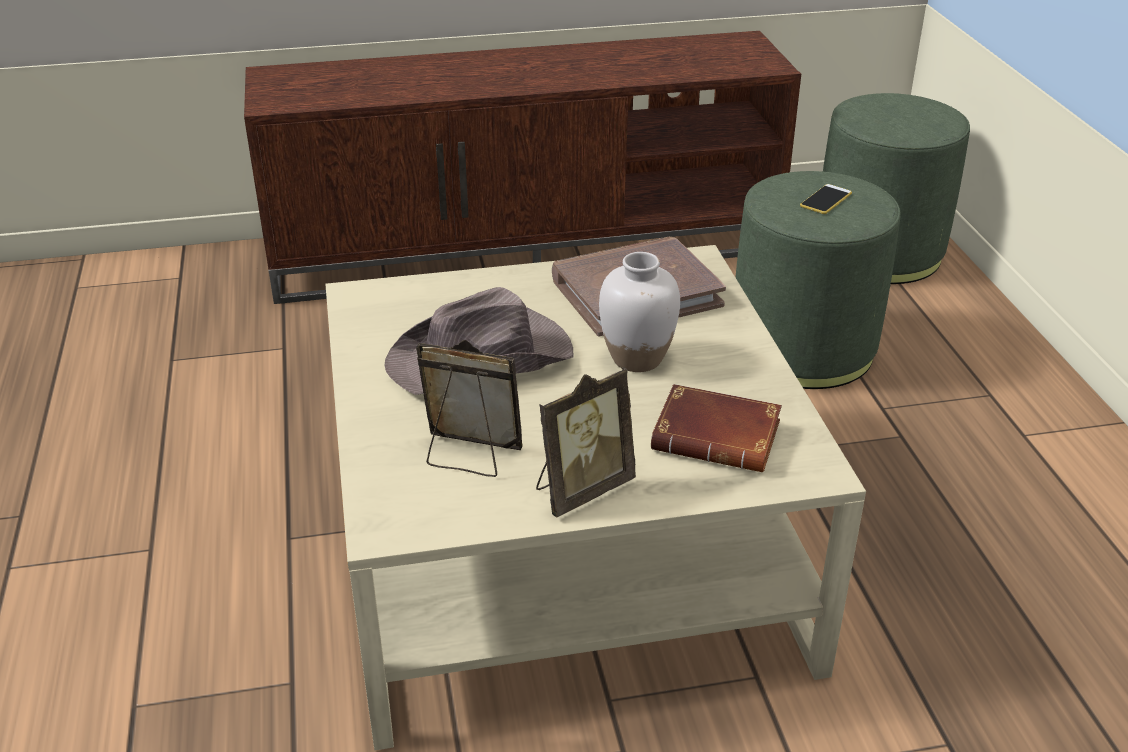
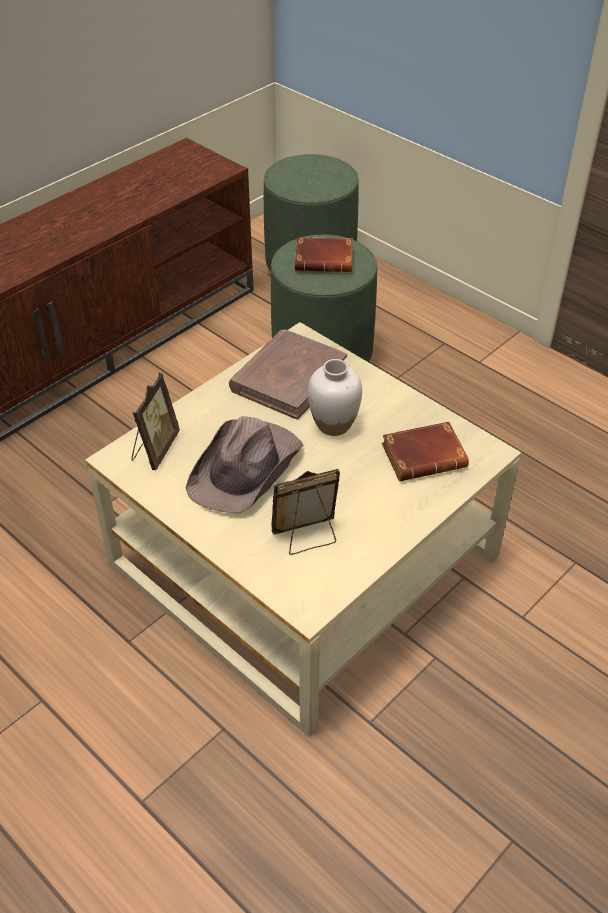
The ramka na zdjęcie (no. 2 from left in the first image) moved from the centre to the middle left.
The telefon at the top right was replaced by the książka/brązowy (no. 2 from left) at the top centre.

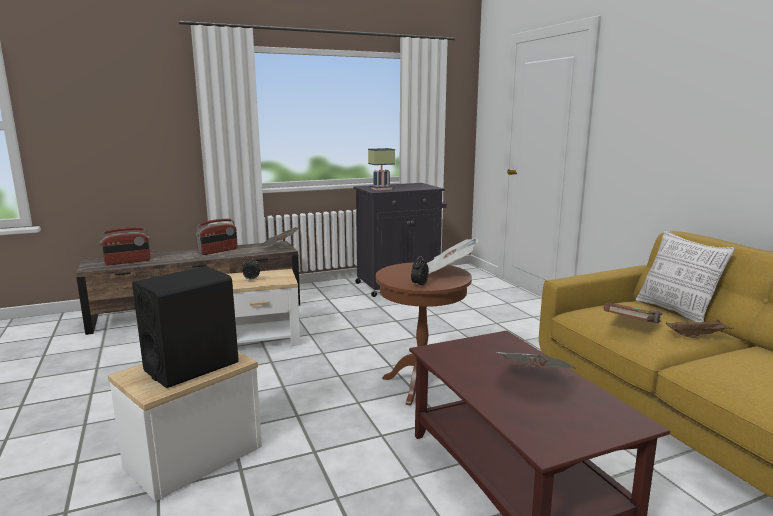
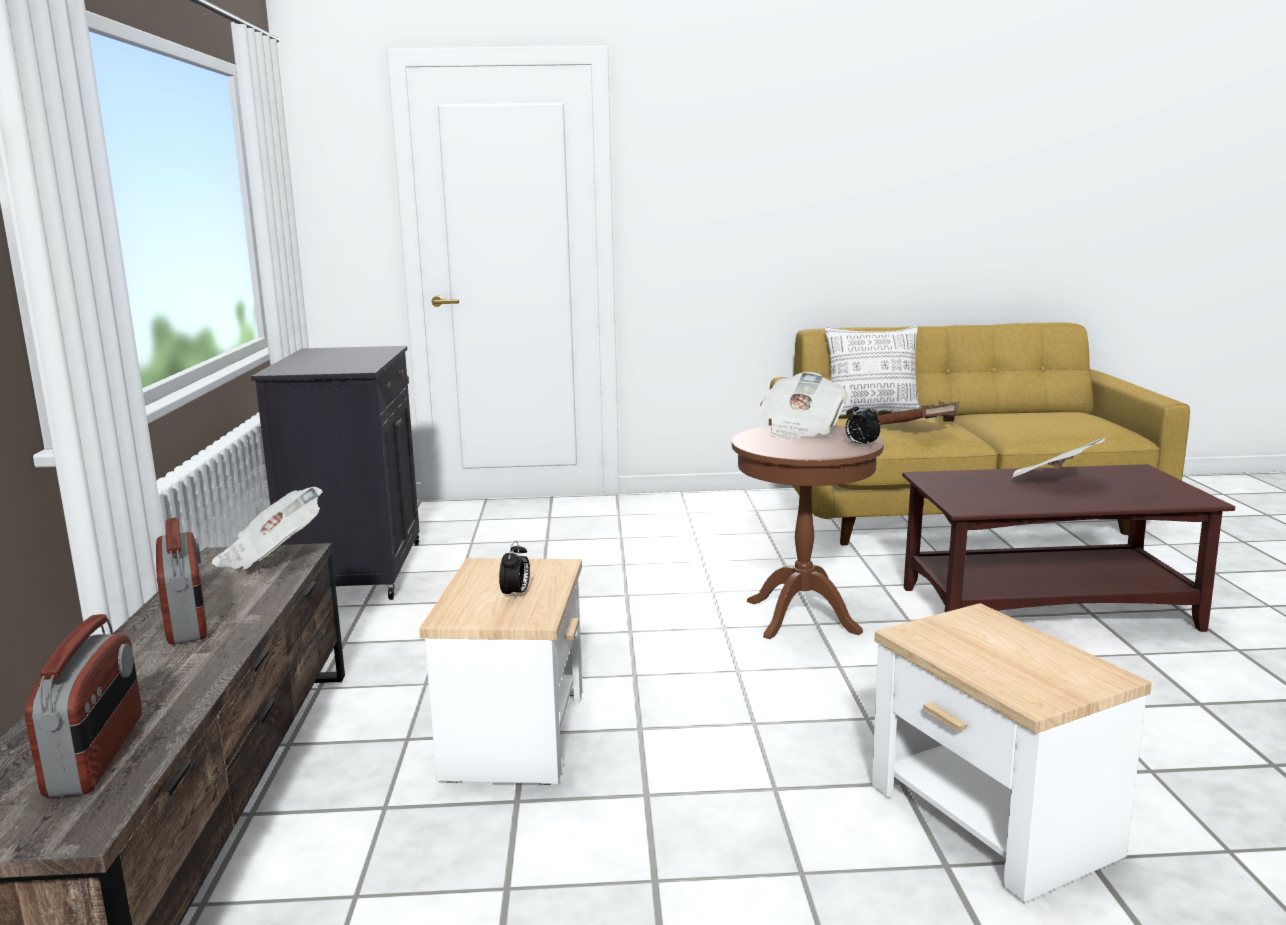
The głośnik/czarny at the middle left disappeared.
The lampa stołowa at the top centre disappeared.

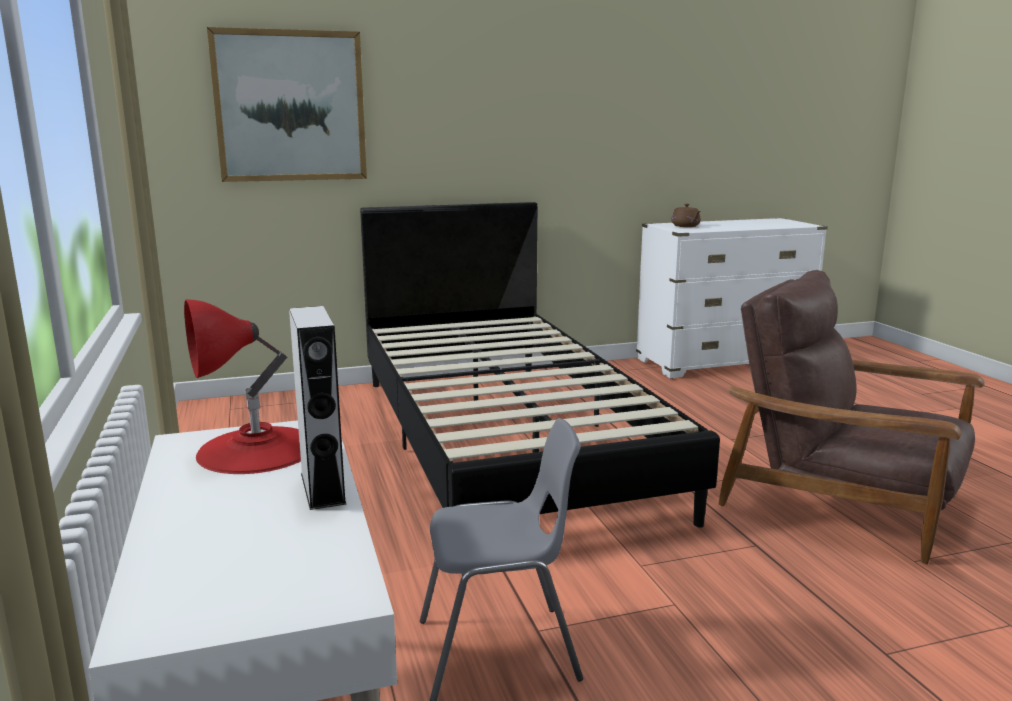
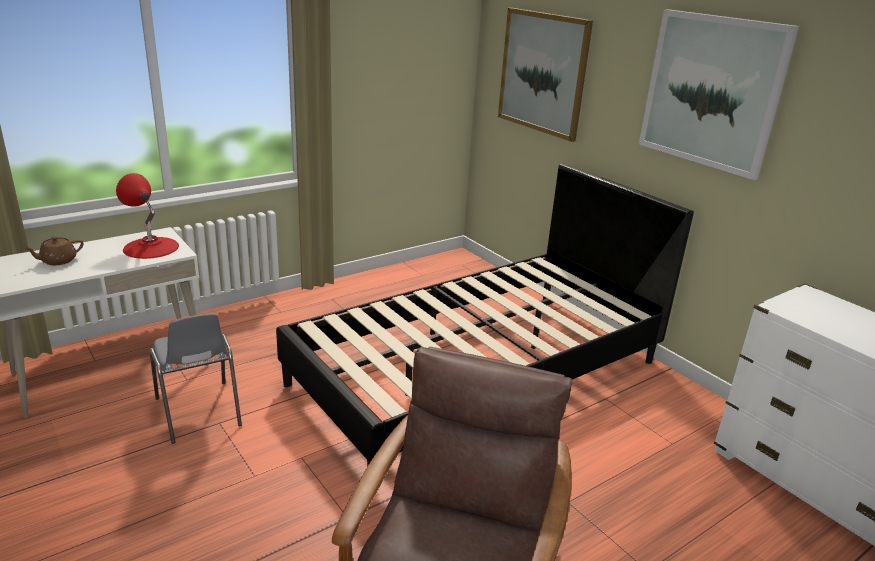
The imbryk/brązowy moved from the top right to the middle left.
The obraz (no. 2 from left) at the top right appeared.
The głośnik/szary at the middle left disappeared.

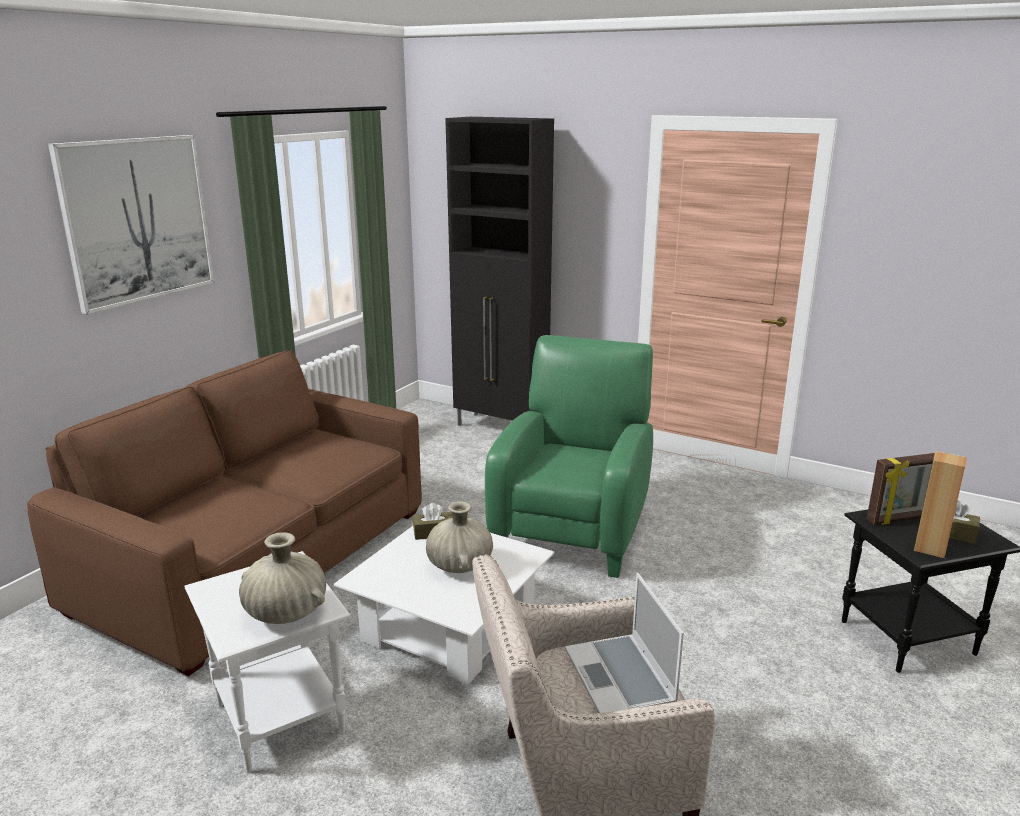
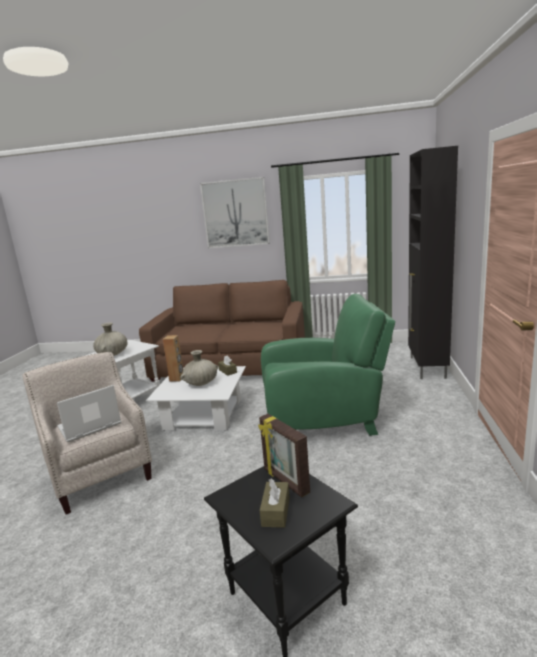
The głośnik/brązowy moved from the middle right to the middle left.

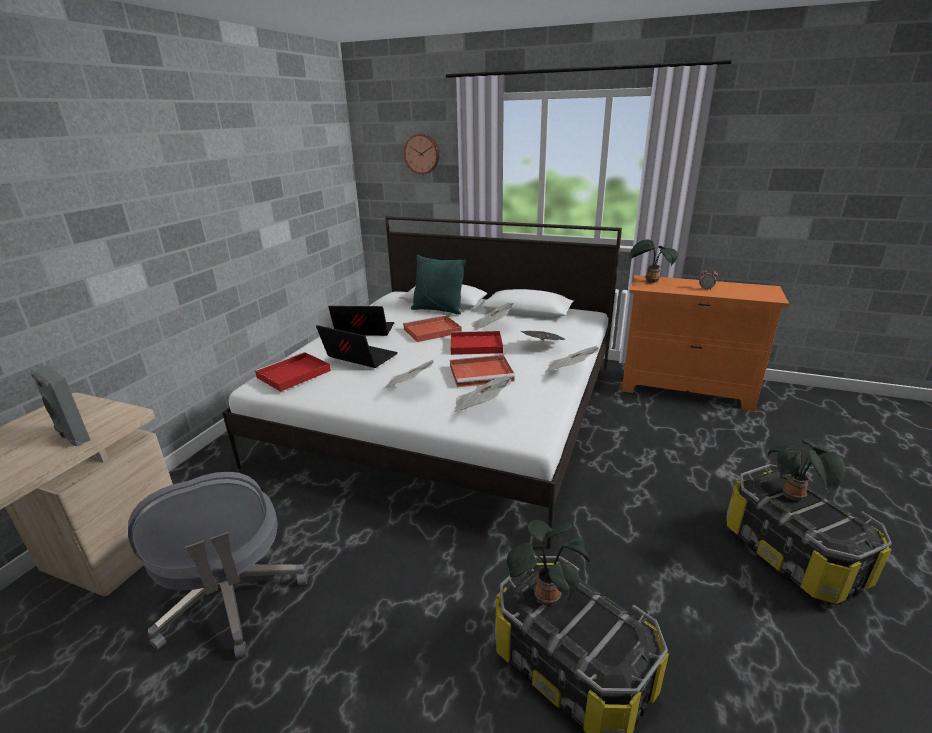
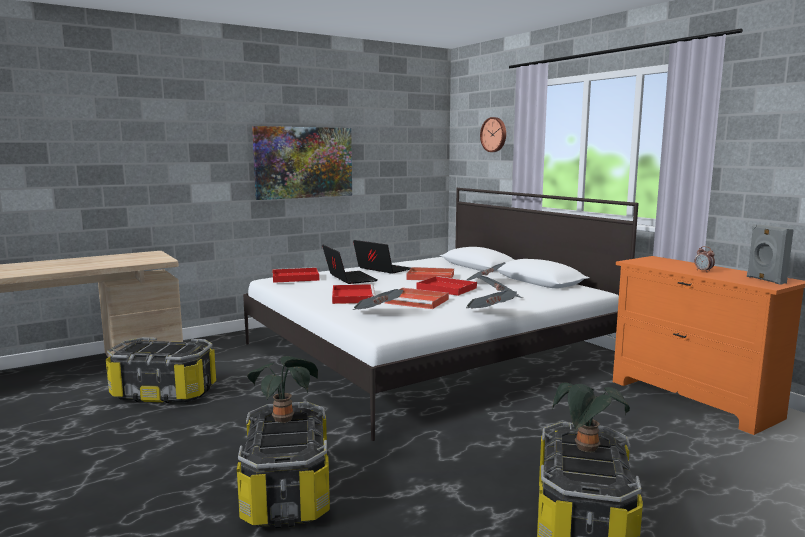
The krzesło biurowe/szary at the bottom left was replaced by the pojemnik do przechowywania (no. 1 from left) at the bottom left.
The obraz at the top centre appeared.
The gazeta (no. 1 from left) at the centre was replaced by the taca/czerwony (no. 2 from left) at the centre.
The głośnik/szary moved from the middle left to the middle right.
The poduszka/zielony at the centre disappeared.
The roślina doniczkowa (no. 2 from left) at the middle right disappeared.

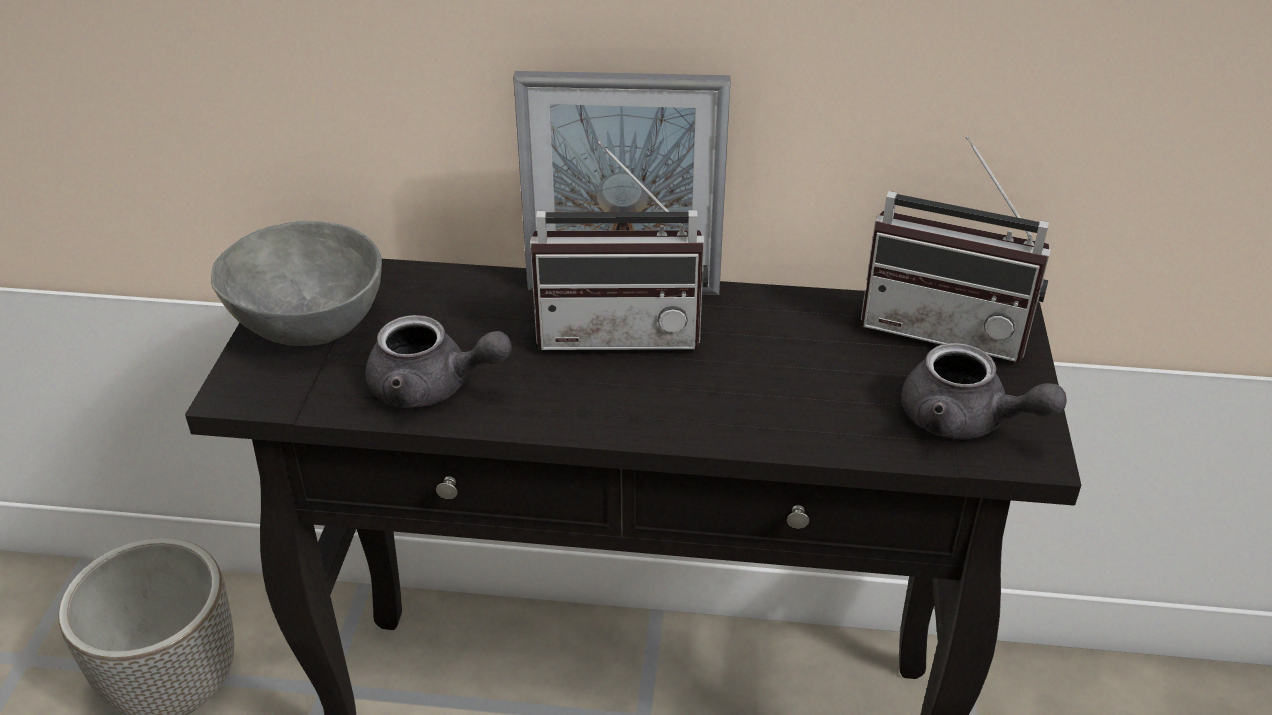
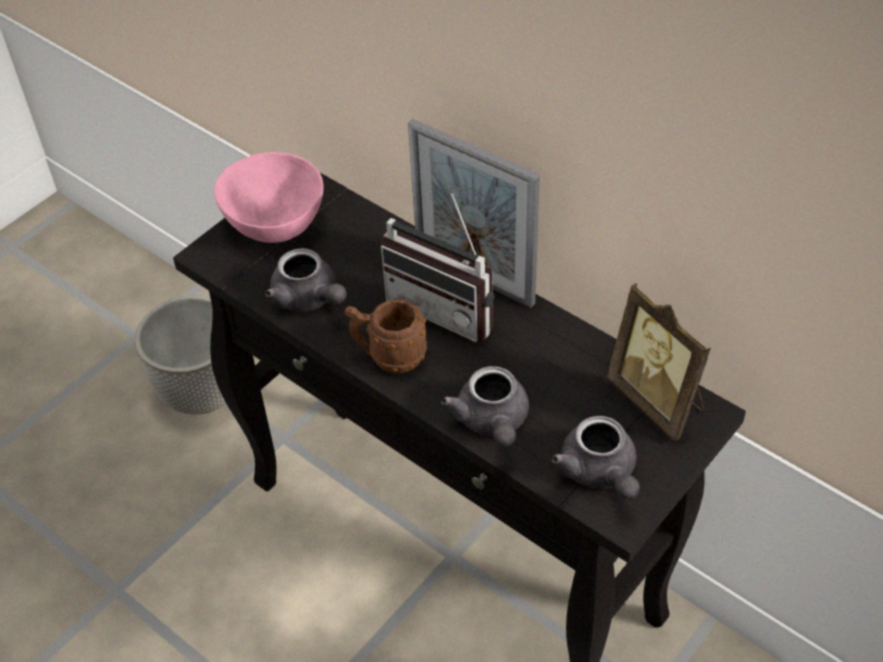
The miska/szary at the middle left became the miska/różowy at the top left.
The kubek/brązowy at the centre appeared.
The imbryk/szary (no. 2 from left) at the centre appeared.
The radio (no. 2 from left) at the middle right was replaced by the ramka na zdjęcie (no. 2 from left) at the middle right.

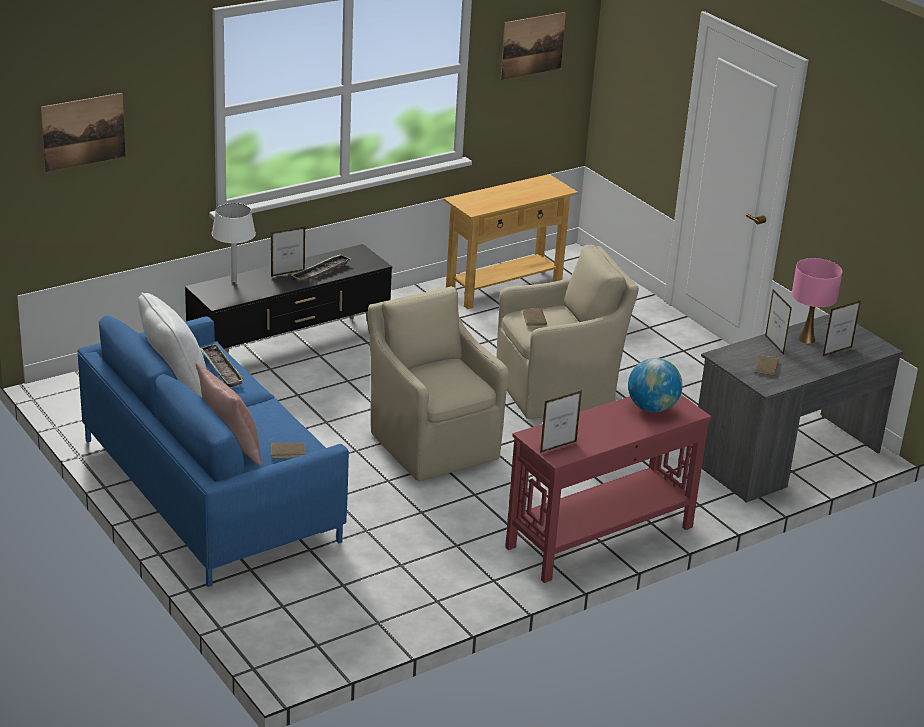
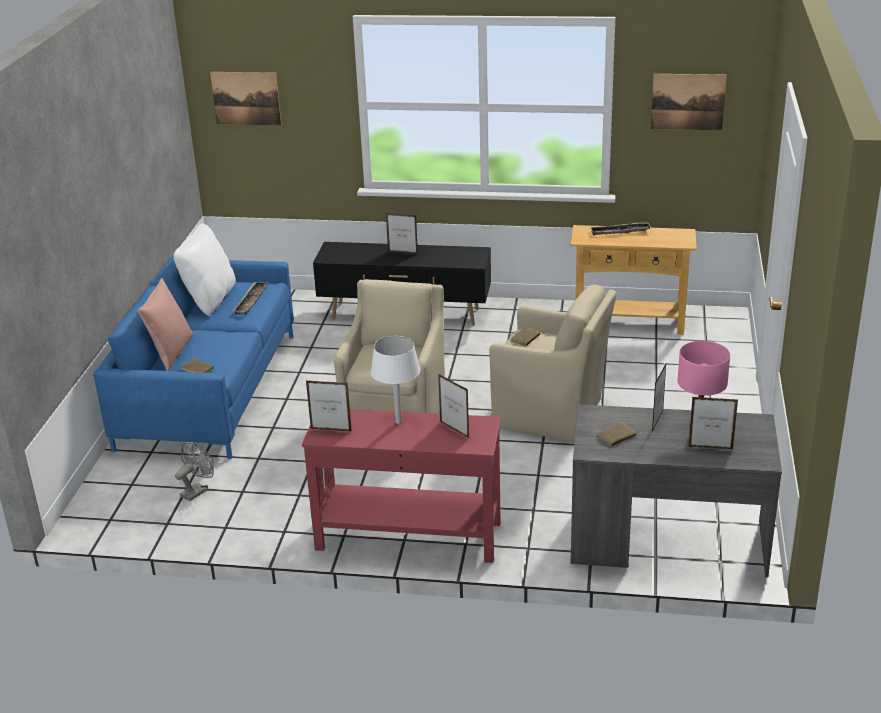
The wentylator/szary at the middle left appeared.
The lampa stołowa/biały moved from the middle left to the centre.
The globus at the middle right was replaced by the ramka na zdjęcie (no. 3 from left) at the centre.
The taca (no. 2 from left) moved from the centre to the top right.

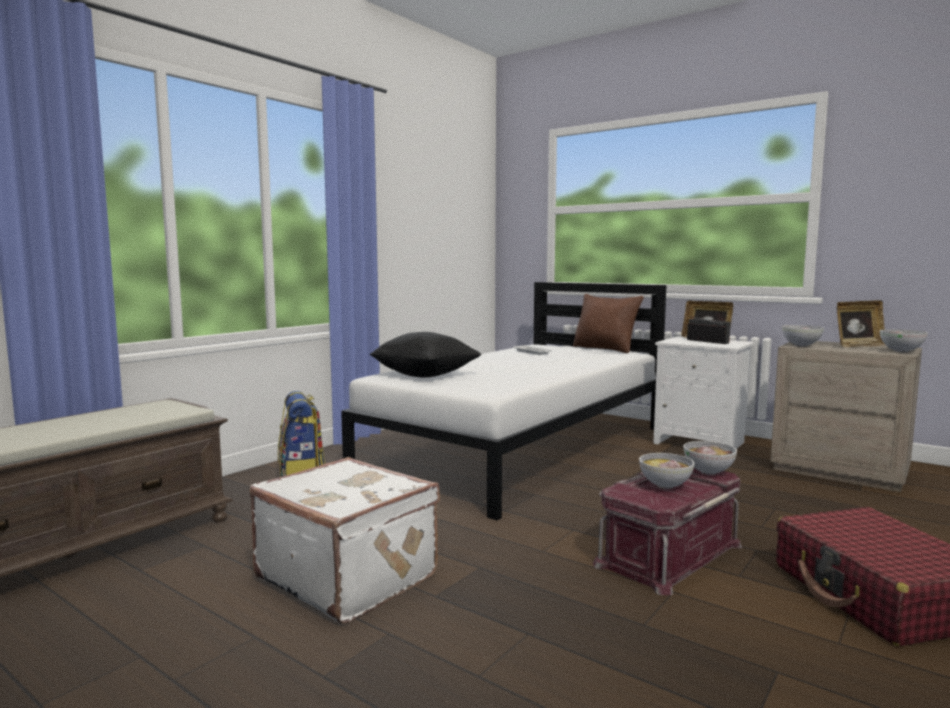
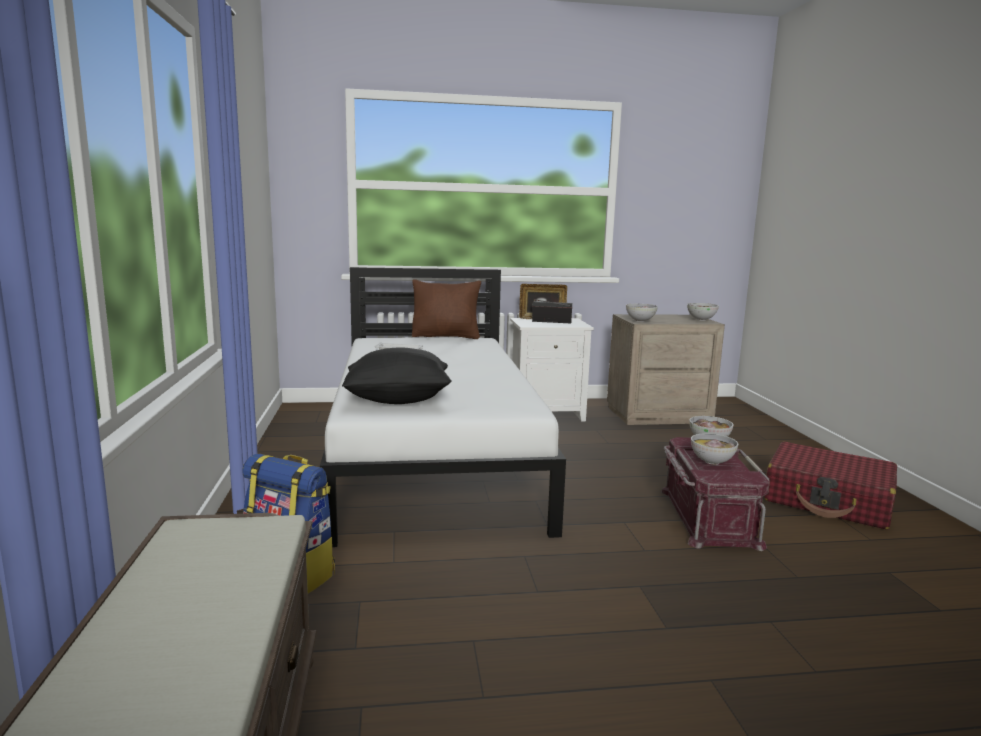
The walizka/biały at the bottom centre disappeared.
The ramka na zdjęcie (no. 2 from left) at the middle right disappeared.

